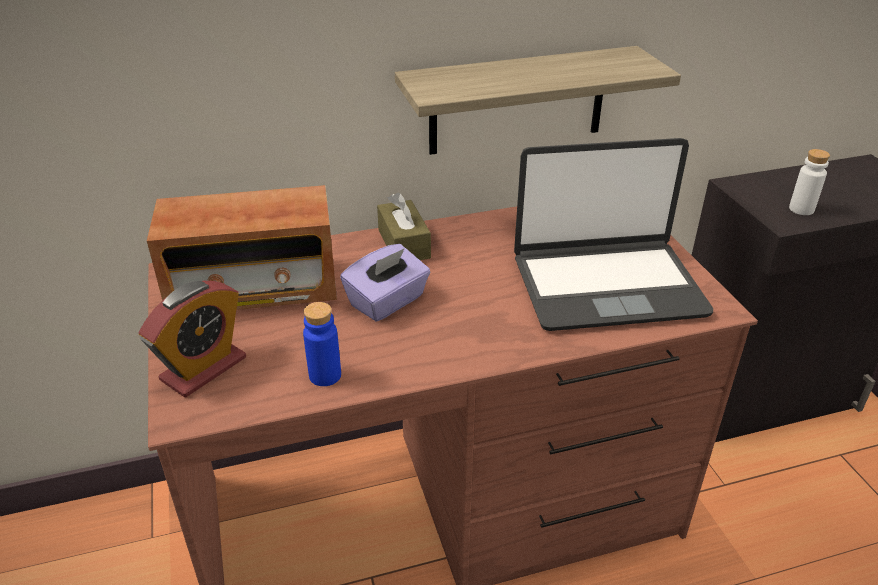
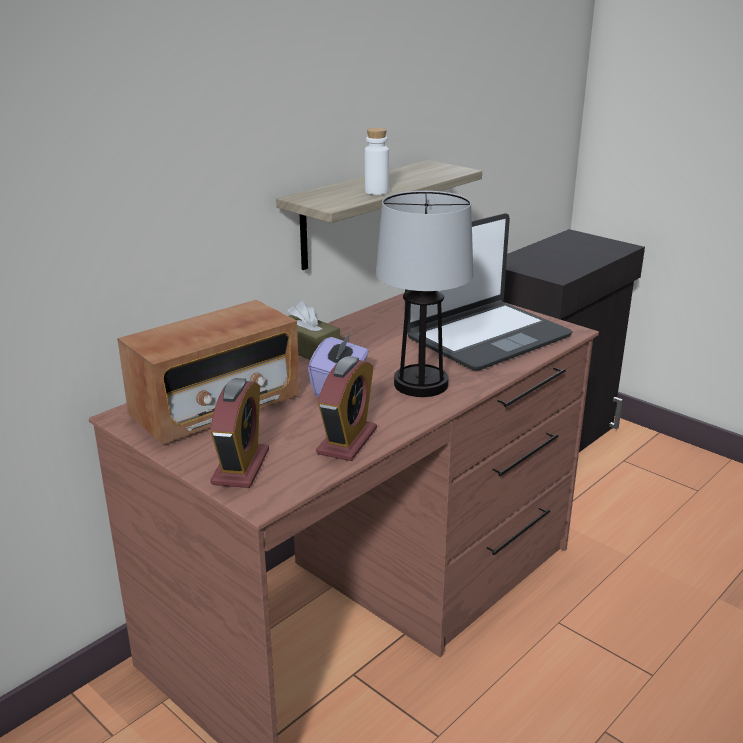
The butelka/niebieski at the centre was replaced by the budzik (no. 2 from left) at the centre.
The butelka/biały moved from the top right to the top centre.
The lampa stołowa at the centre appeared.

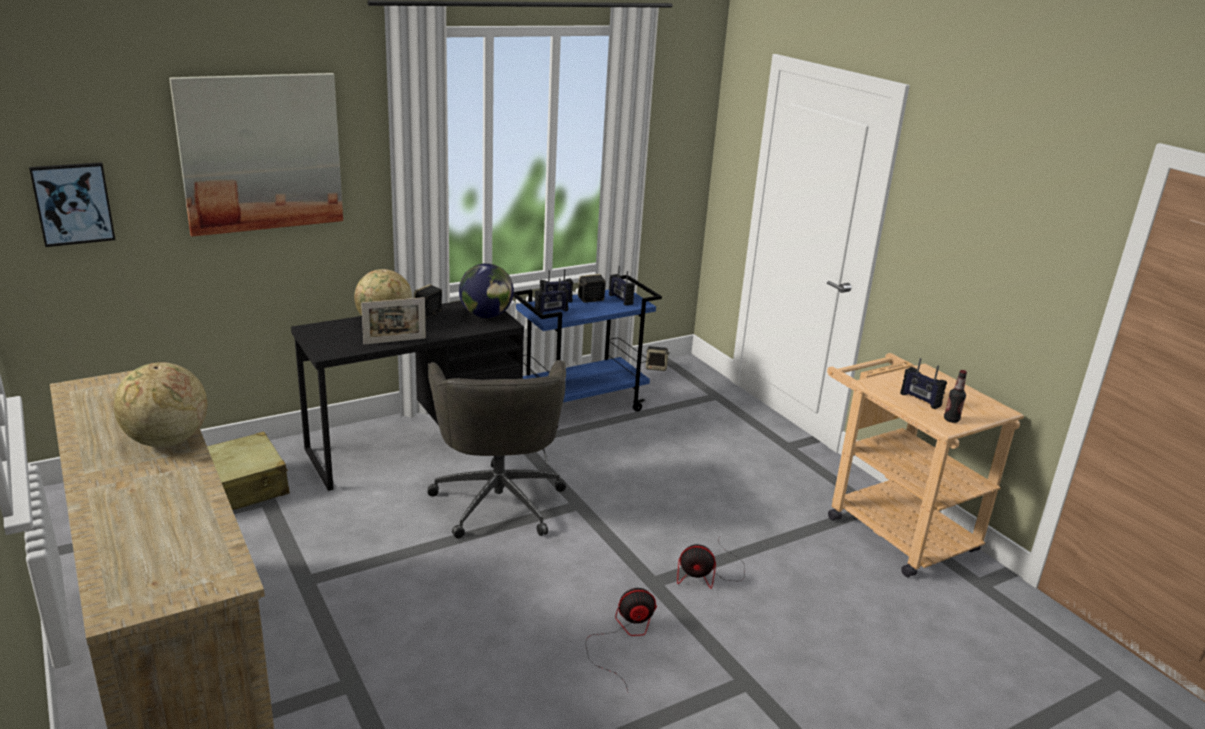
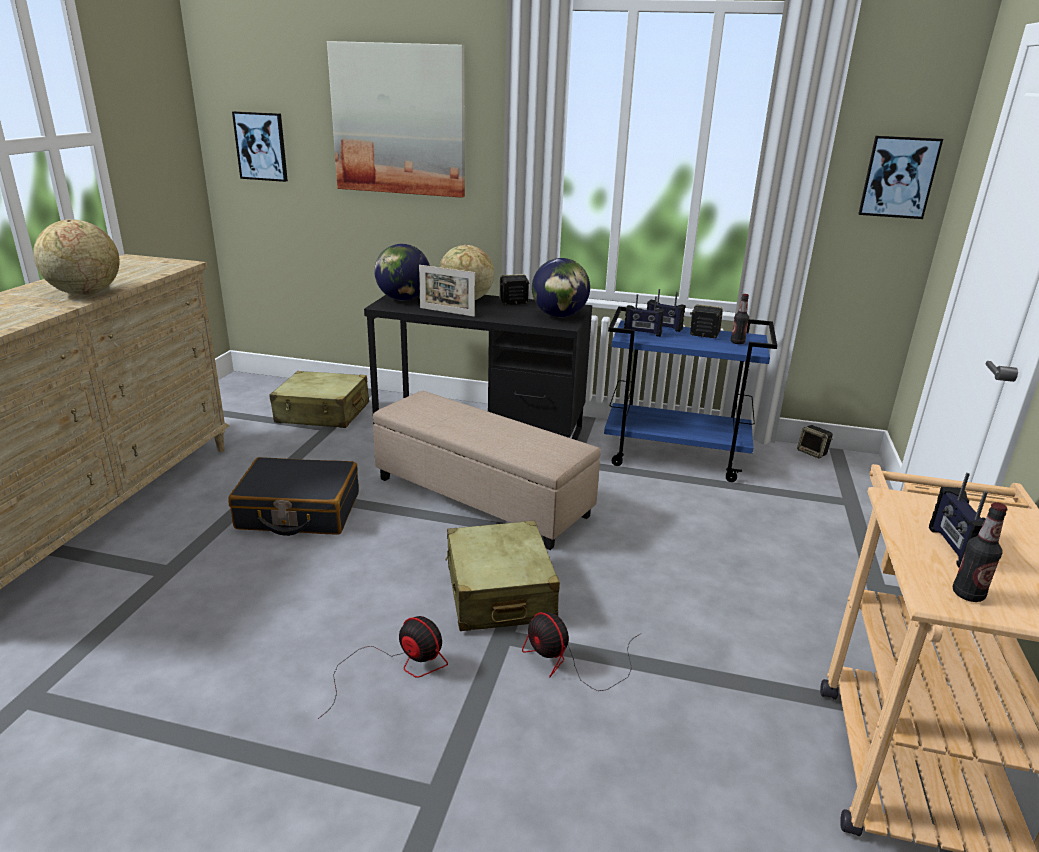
The walizka/czarny at the middle left appeared.
The krzesło biurowe/szary at the centre was replaced by the pufa/beżowy at the centre.
The globus (no. 2 from left) at the top centre appeared.
The walizka/beżowy (no. 2 from left) at the bottom centre appeared.
The radio (no. 3 from left) at the centre was replaced by the butelka (no. 1 from left) at the middle right.
The obraz (no. 3 from left) at the top right appeared.

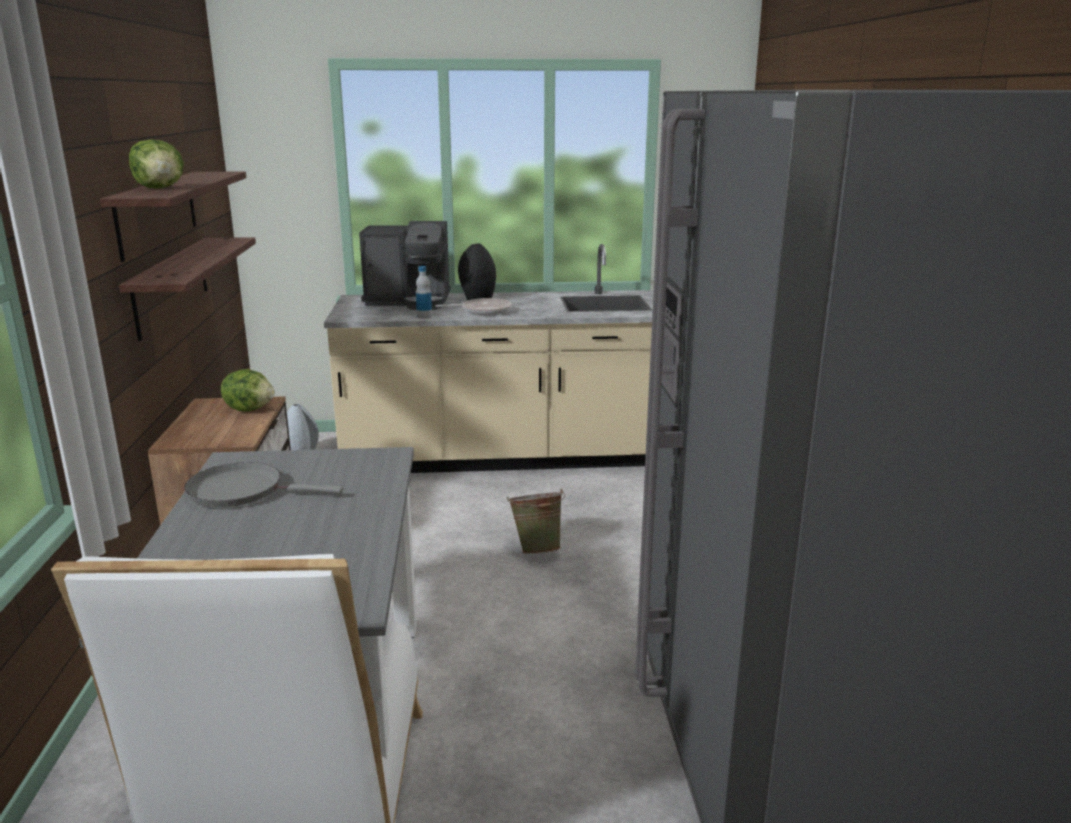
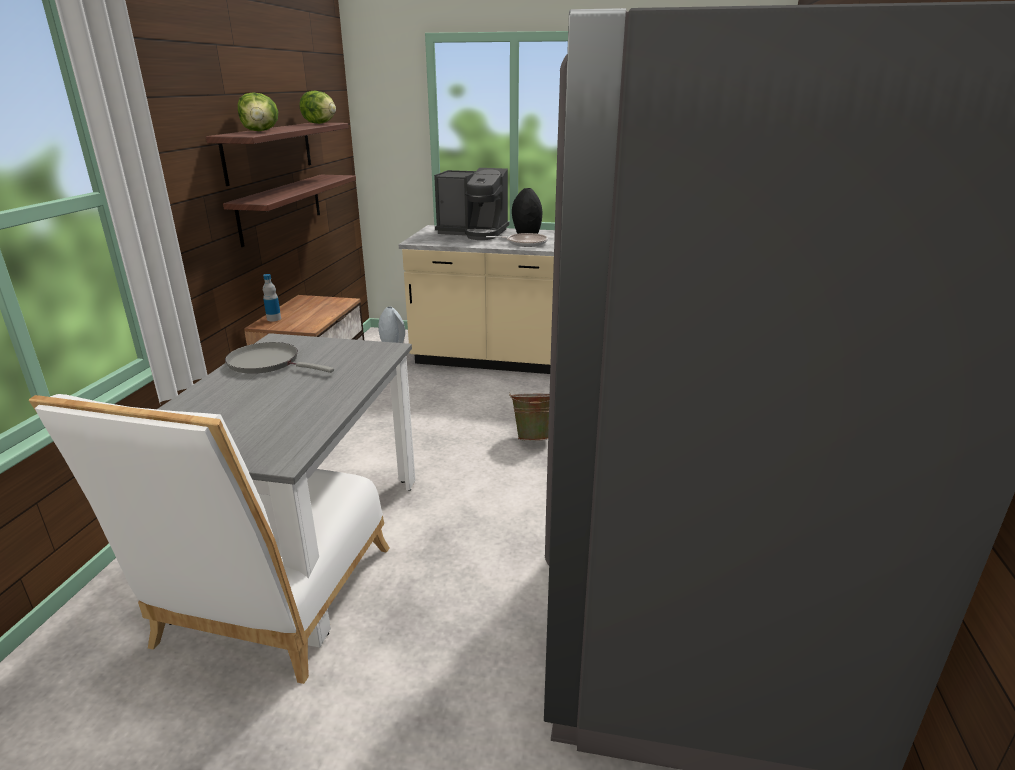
The butelka moved from the centre to the middle left.
The sałata (no. 2 from left) moved from the middle left to the top left.

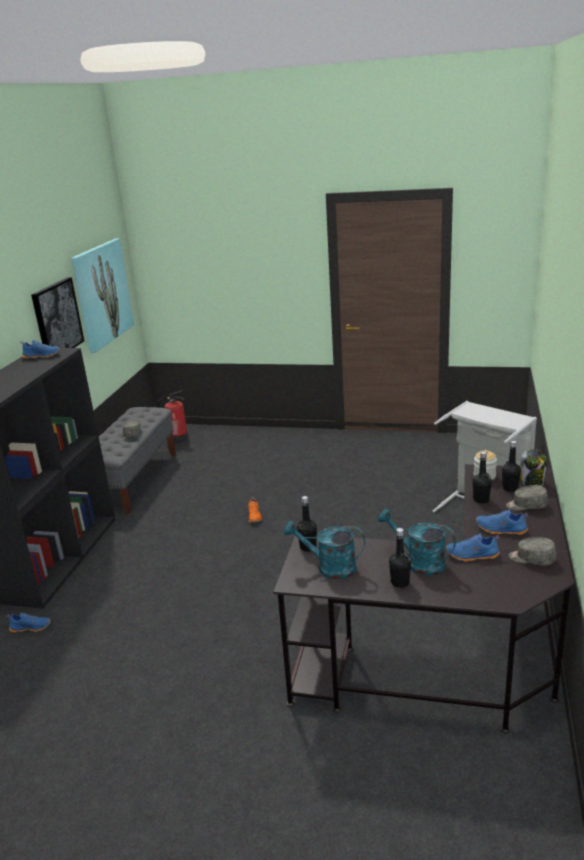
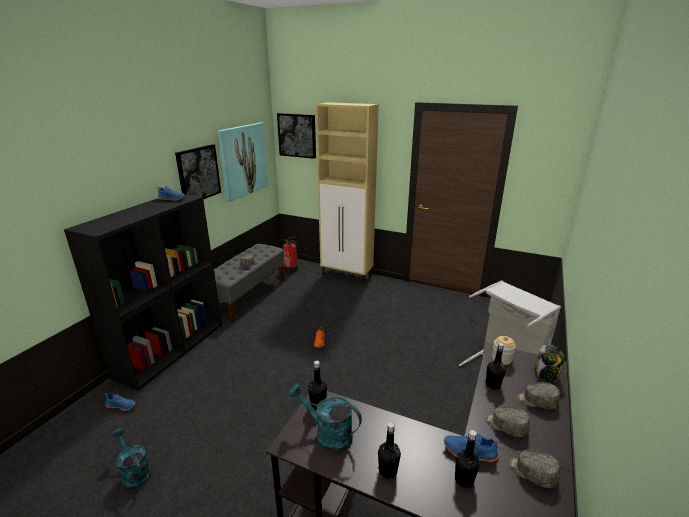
The konewka/turkusowy (no. 2 from left in the first image) moved from the middle right to the bottom left.
The obraz (no. 3 from left) at the top centre appeared.
The szafka/beżowy at the centre appeared.
The butelka/czarny (no. 4 from left in the first image) moved from the middle right to the bottom right.
The but/niebieski (no. 4 from left) at the middle right was replaced by the czapka z daszkiem/szary (no. 2 from left) at the bottom right.

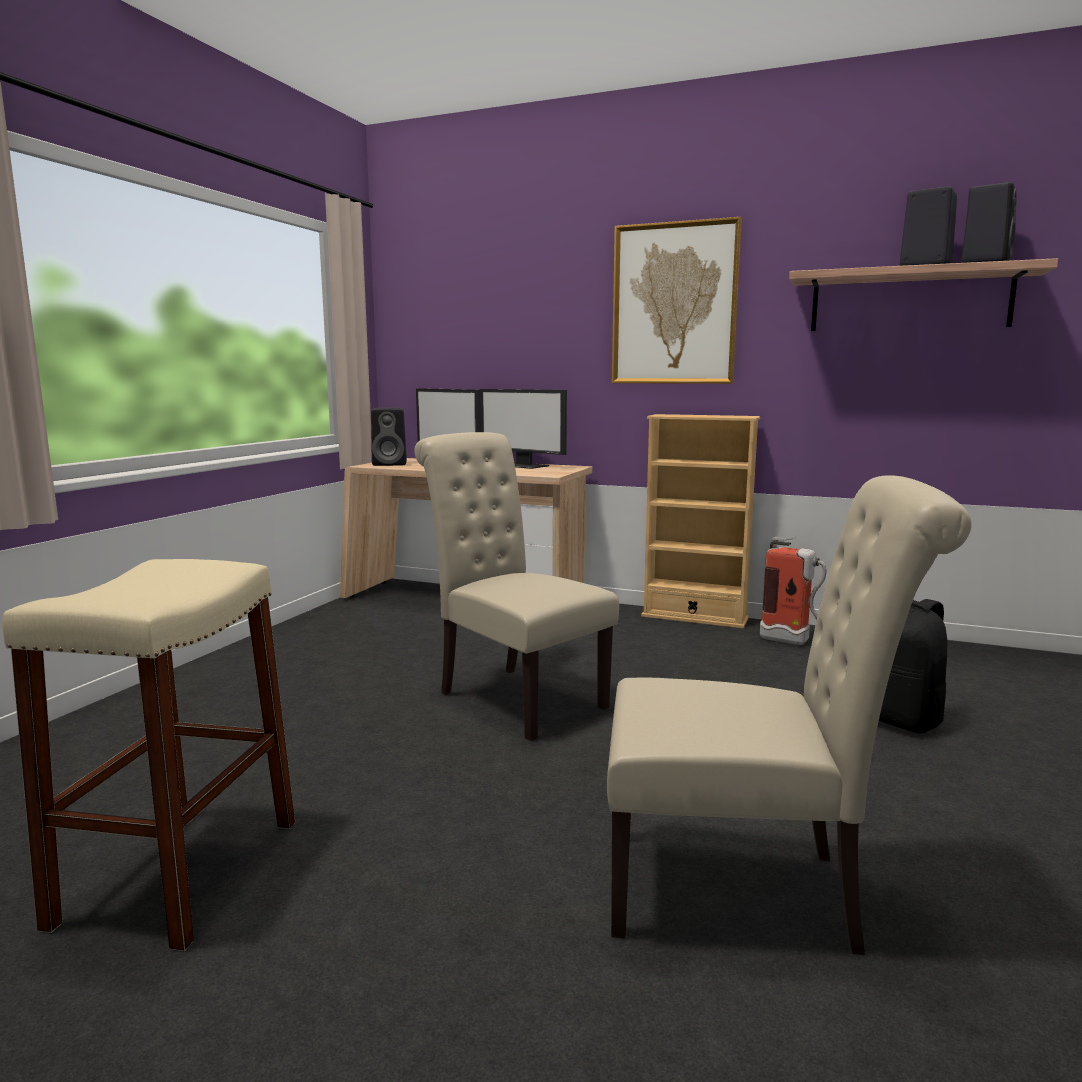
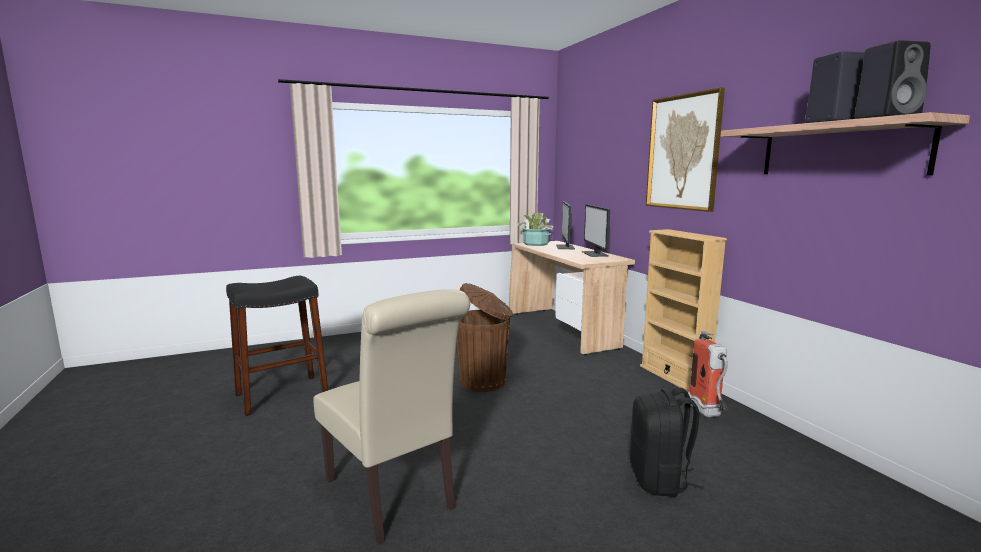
The stołek/beżowy at the bottom left became the stołek/czarny at the middle left.
The krzesło/beżowy (no. 1 from left) at the centre was replaced by the kosz na śmieci/brązowy at the centre.
The głośnik/czarny (no. 1 from left) at the centre was replaced by the roślina doniczkowa at the centre.

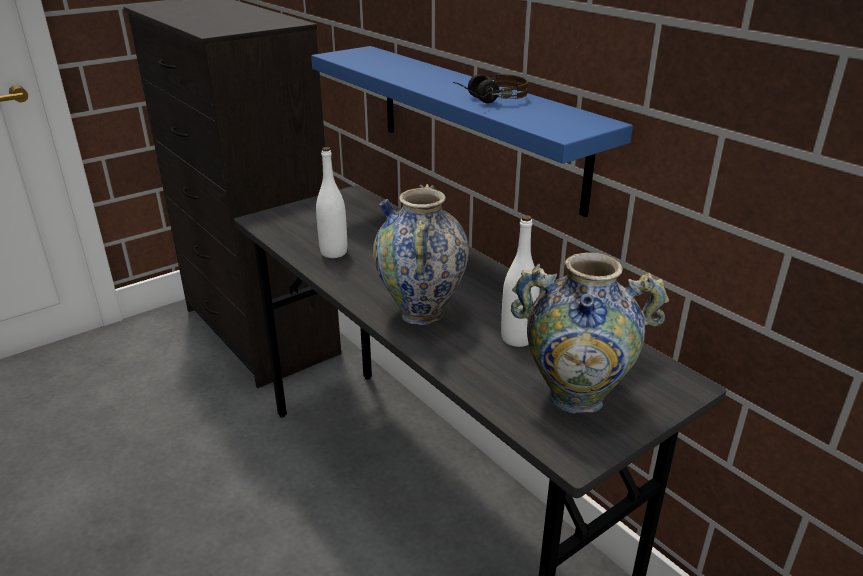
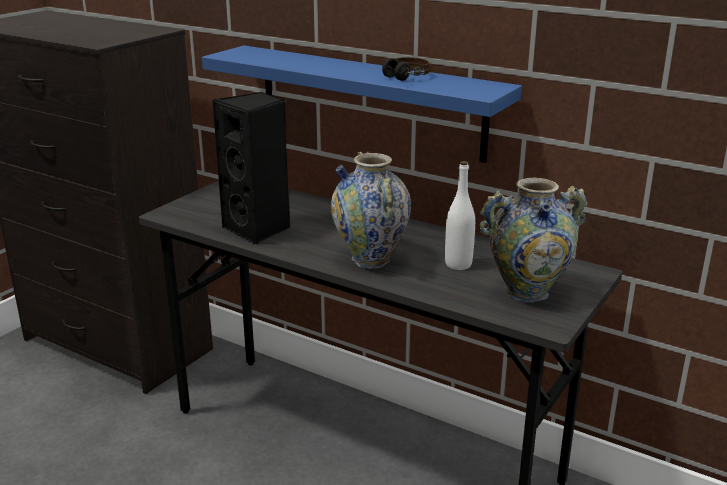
The butelka/biały (no. 1 from left) at the centre was replaced by the głośnik/czarny at the centre.

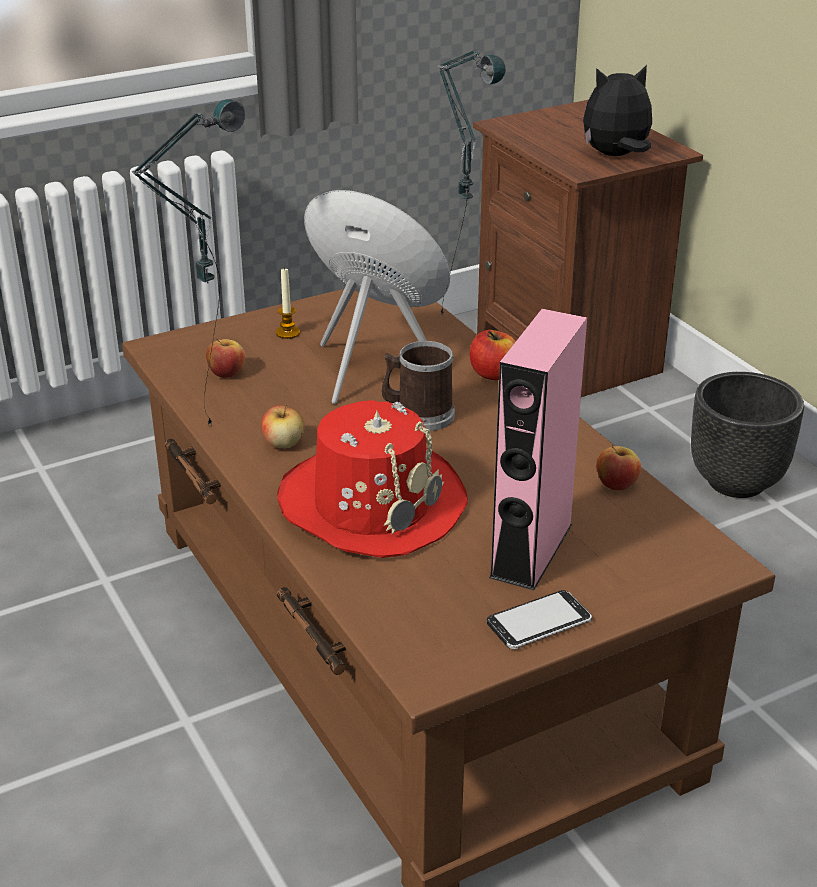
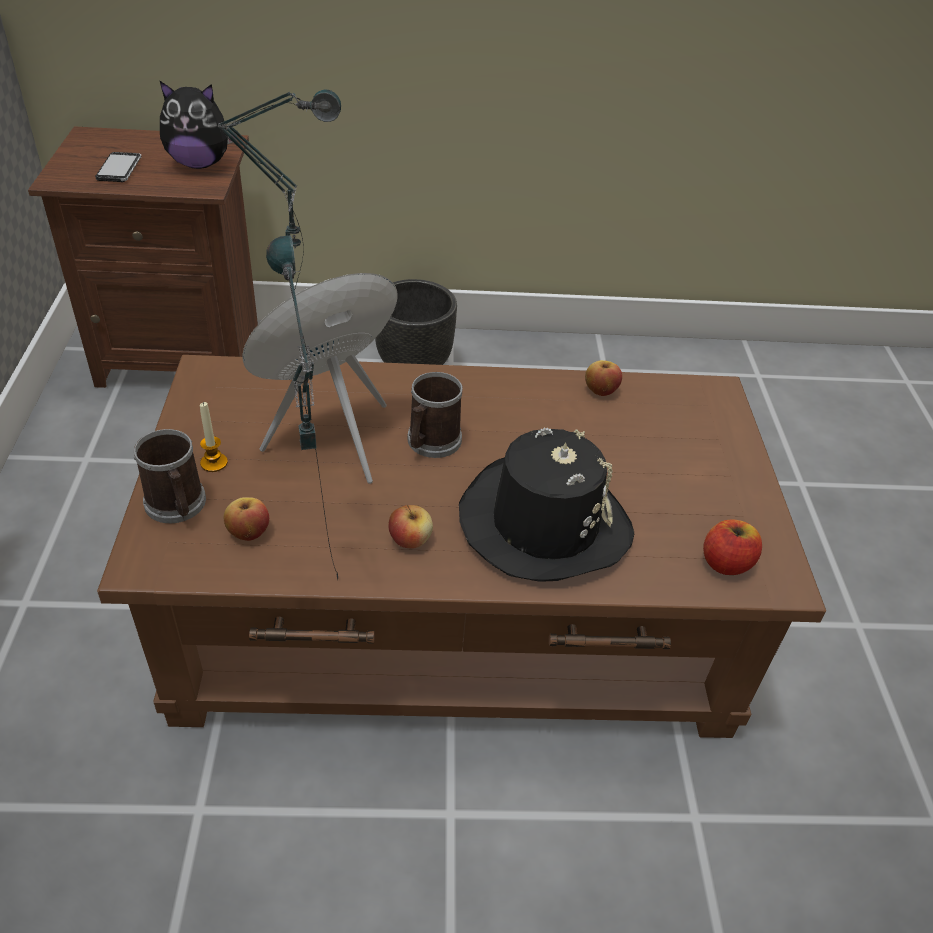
The telefon moved from the bottom centre to the top left.
The kubek (no. 1 from left) at the middle left appeared.
The pluszak at the top right turned 105 degrees counterclockwise.
The kapelusz/czerwony at the centre became the kapelusz/czarny at the centre.
The jabłko (no. 3 from left in the first image) moved from the centre to the middle right.
The głośnik/różowy at the centre disappeared.

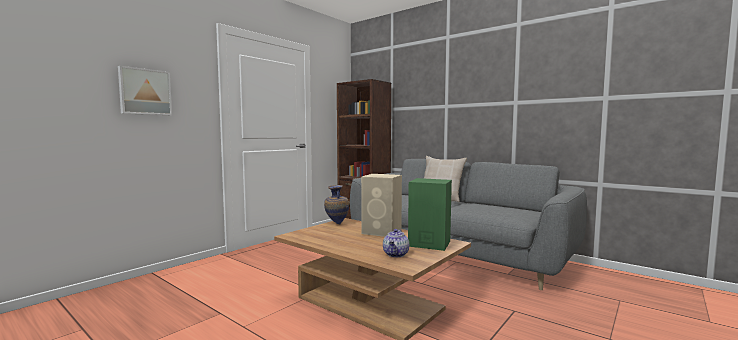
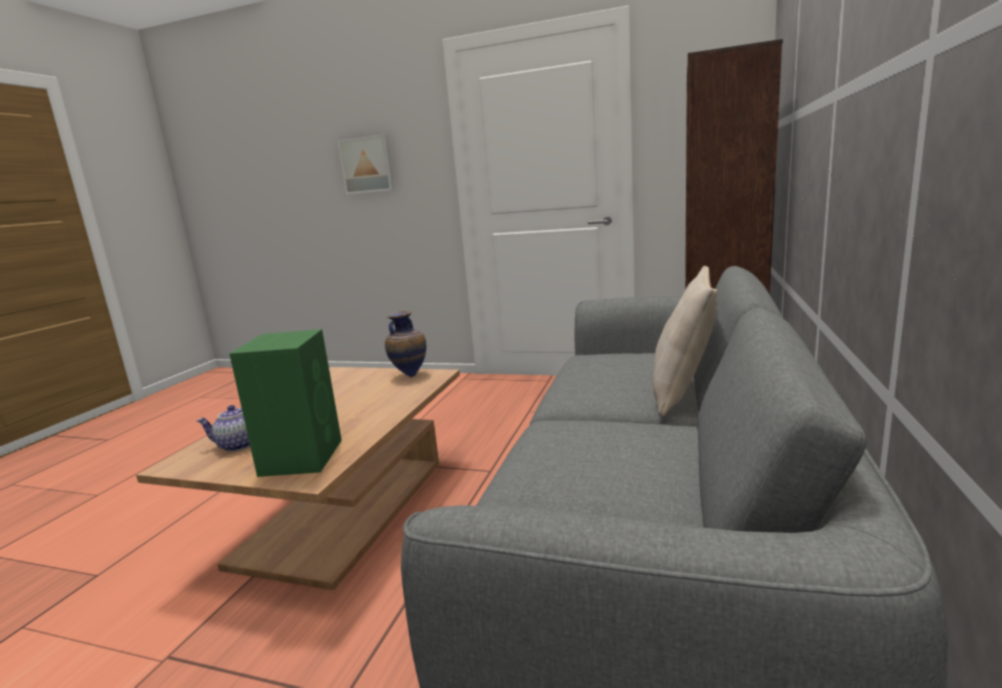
The głośnik/beżowy at the centre disappeared.

